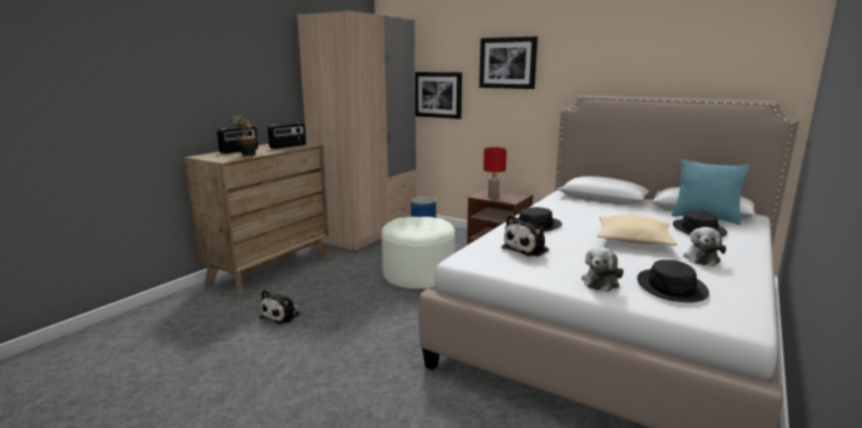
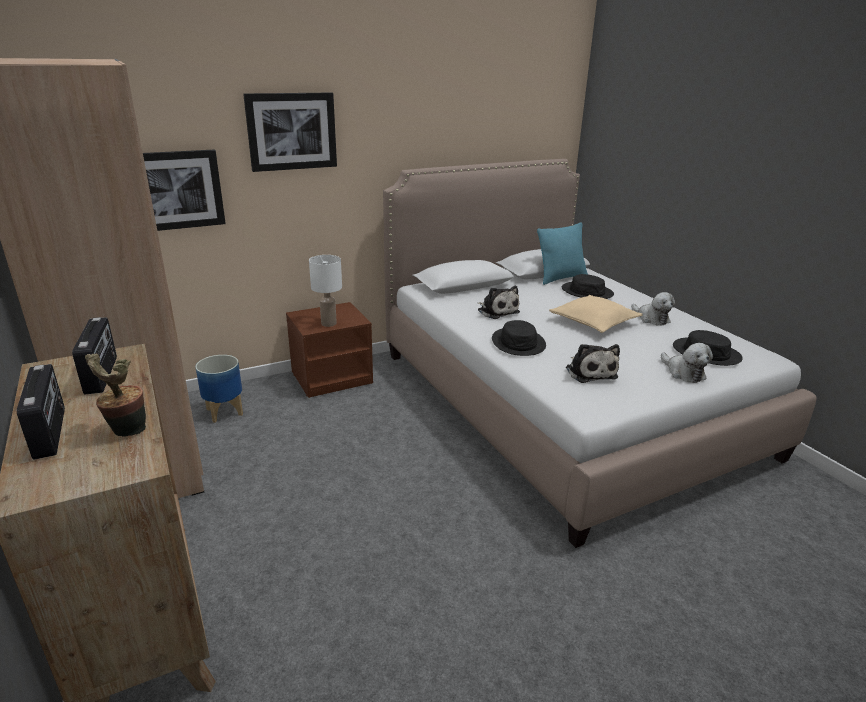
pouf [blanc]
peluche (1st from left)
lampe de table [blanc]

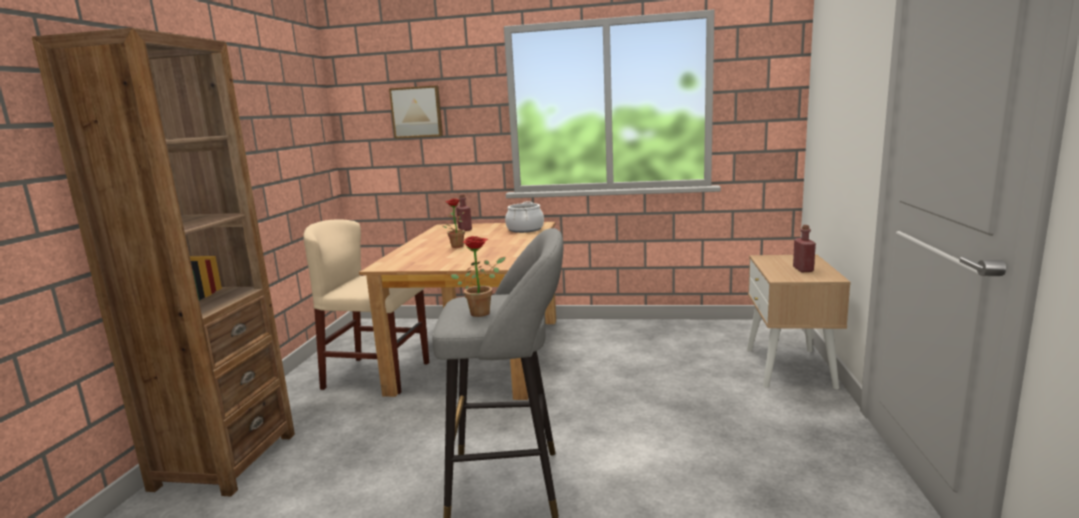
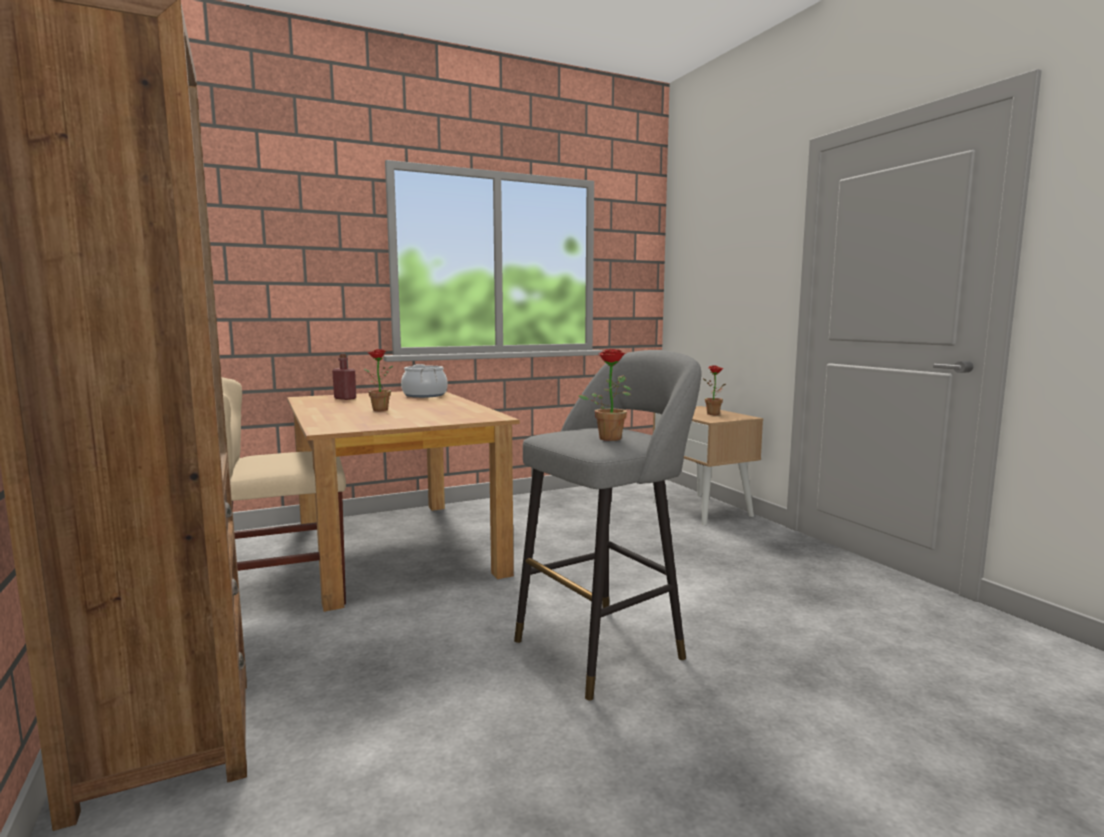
tableau
plante en pot (3rd from left)

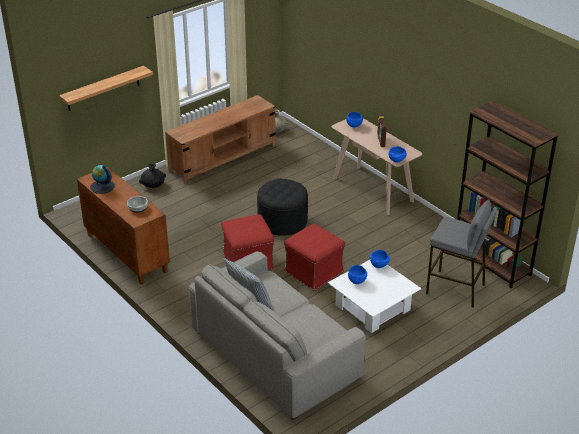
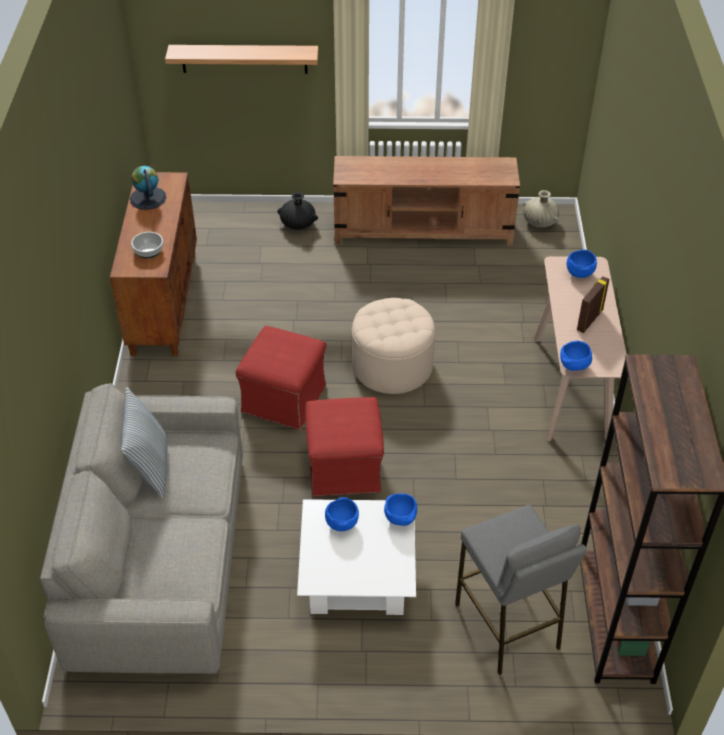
pouf [beige]

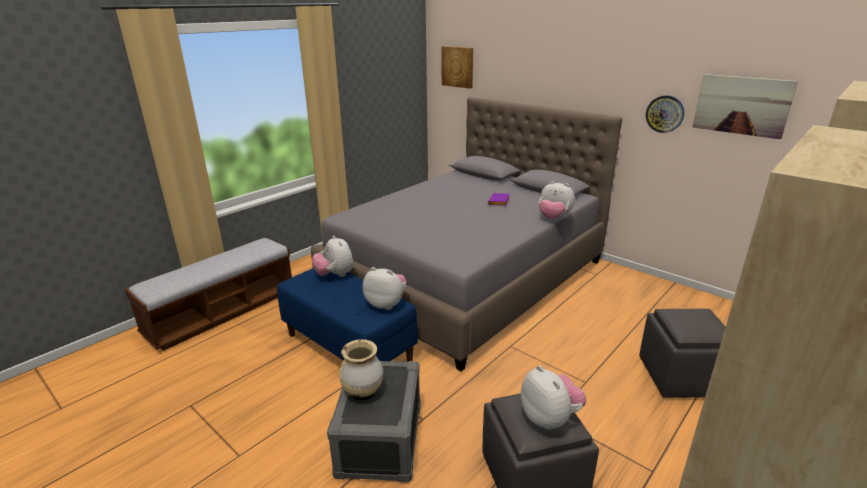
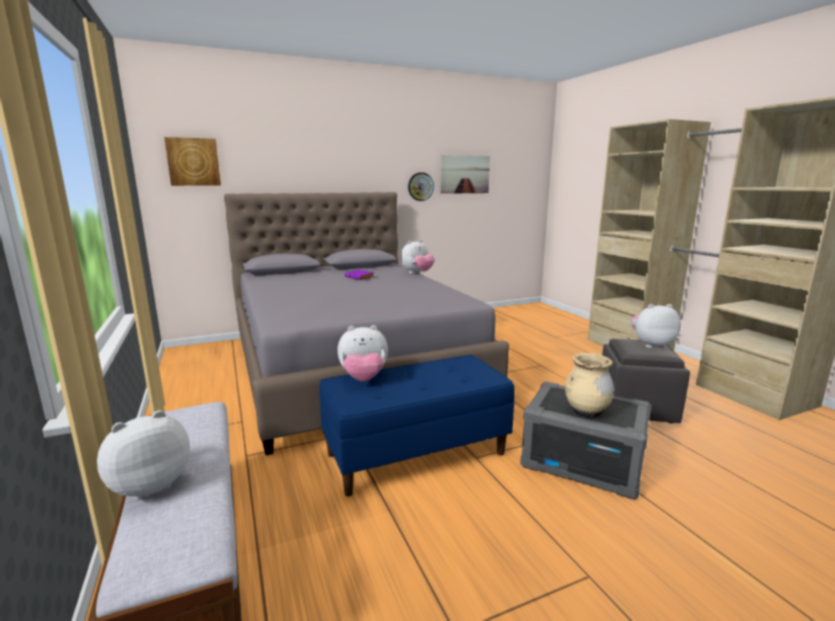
pouf [gris] (2nd from left in the first image)
peluche (1st from left)

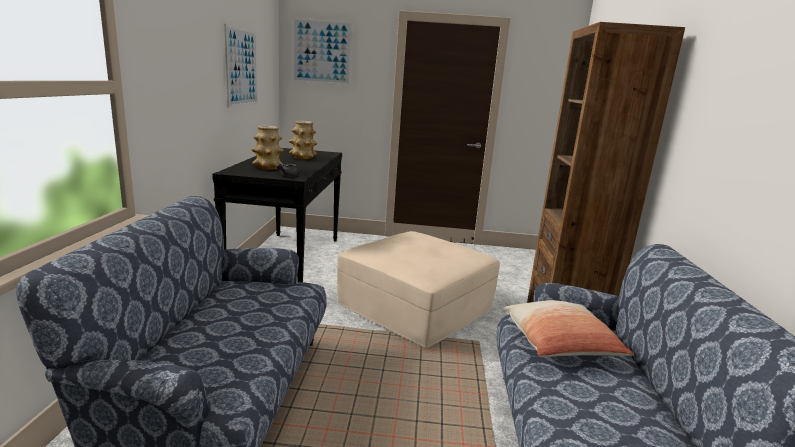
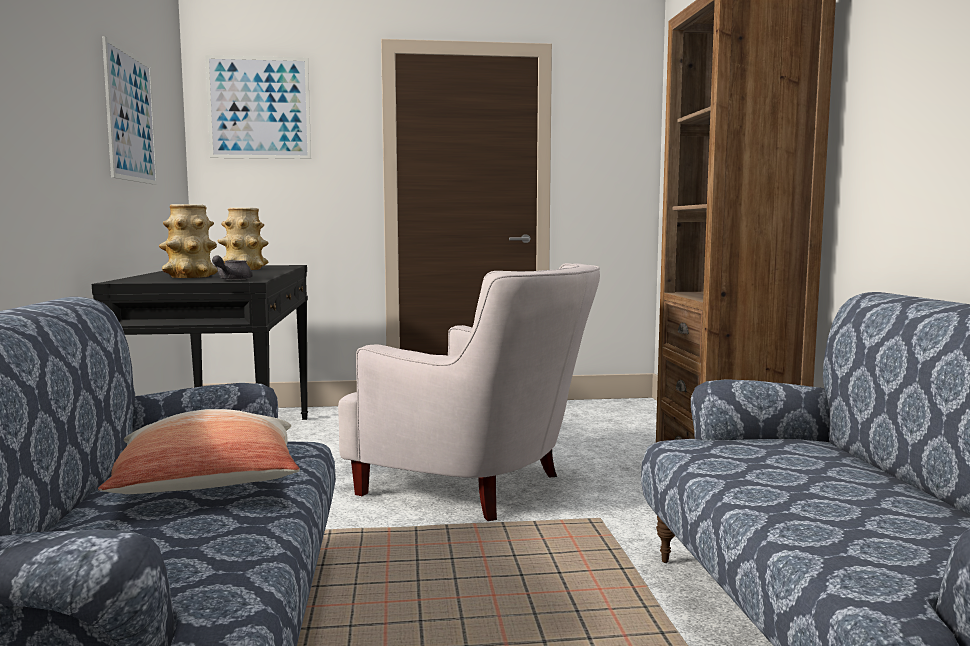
coussin
fauteuil [blanc]

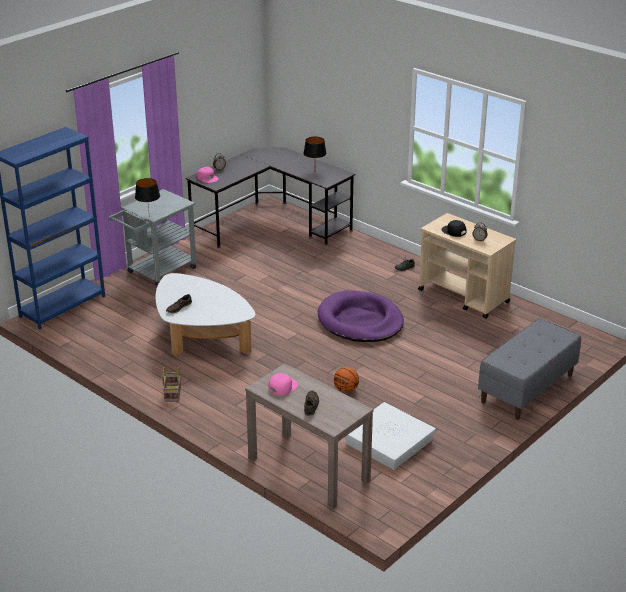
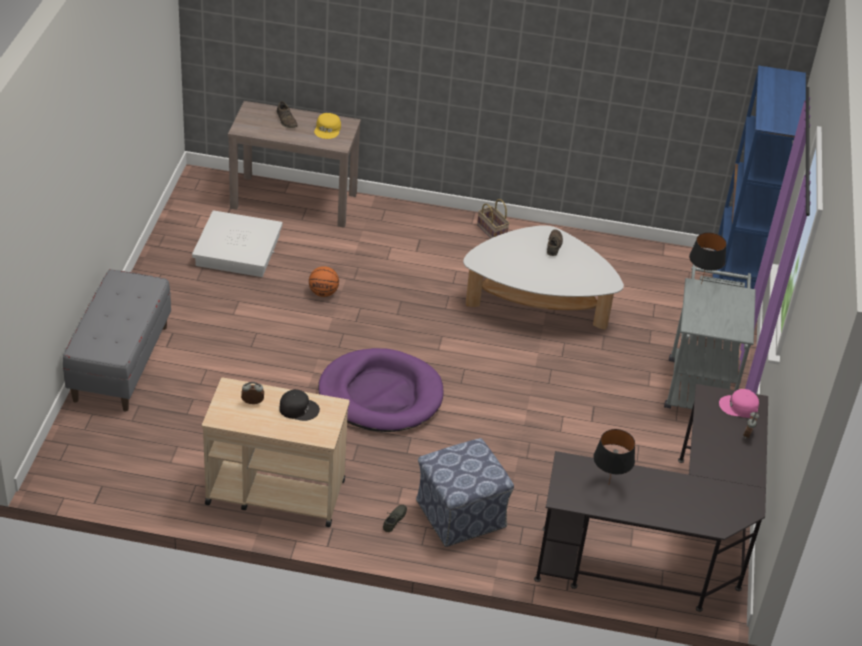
pouf
casquette [jaune]

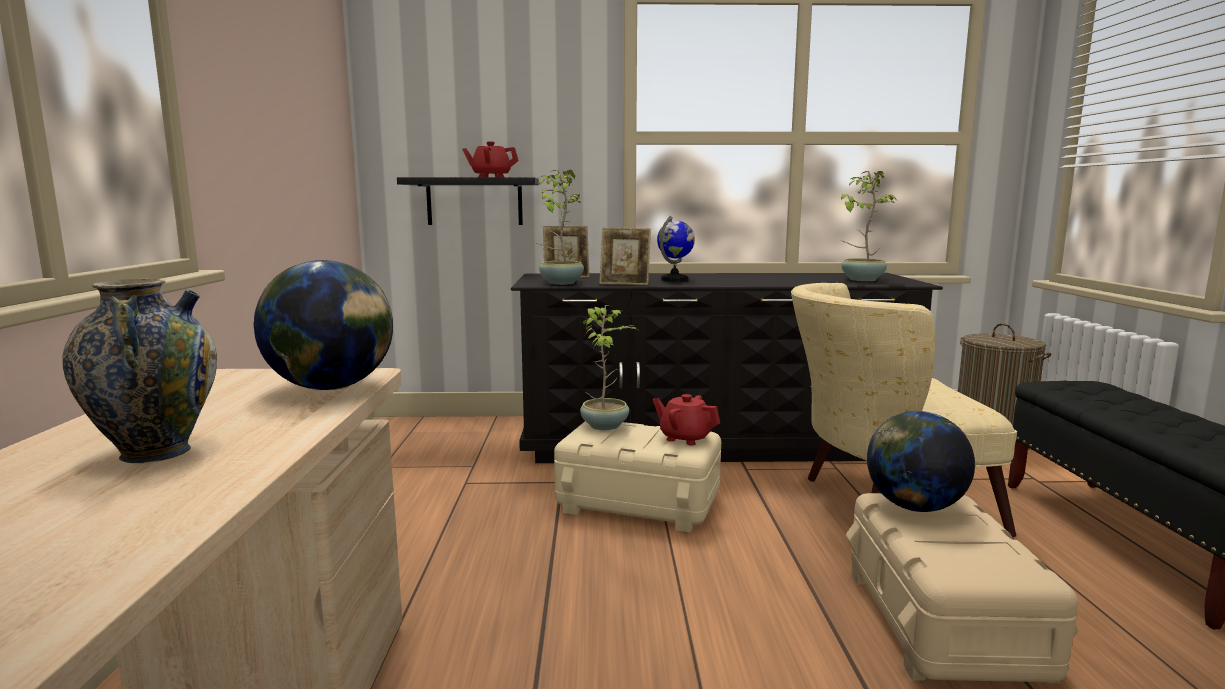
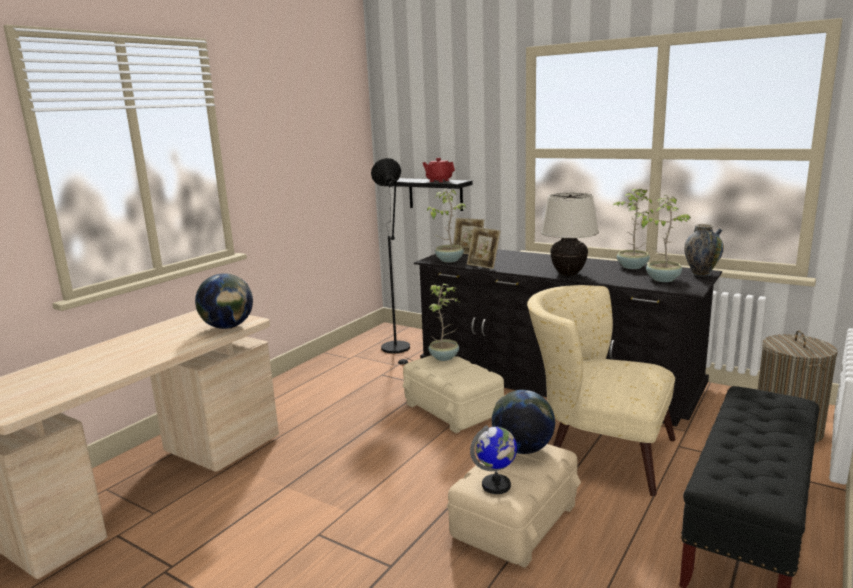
théière [rouge] (2nd from left in the first image)
lampadaire [noir]
lampe de table [beige]
plante en pot (3rd from left)
vase
globe (2nd from left)

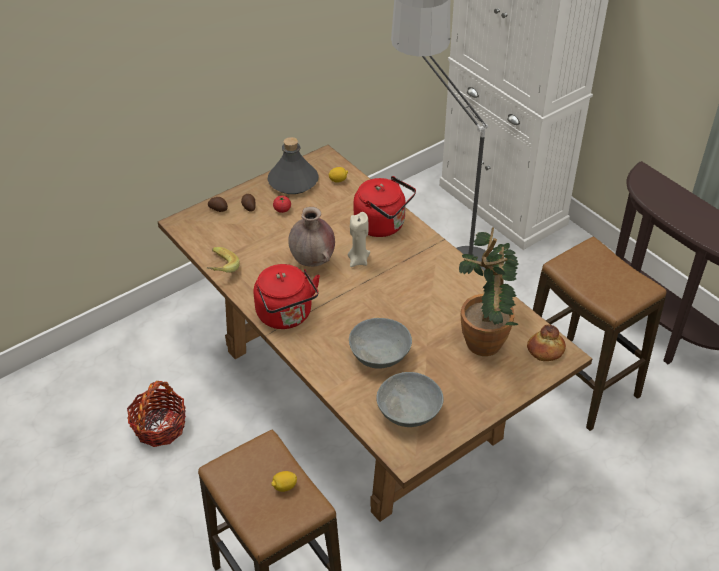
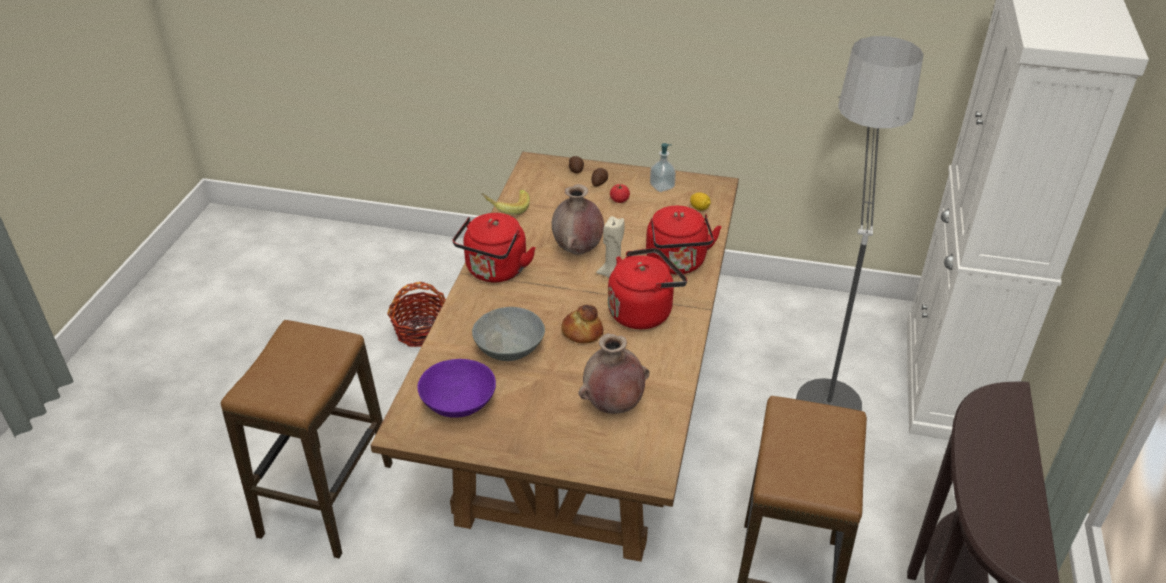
citron (1st from left in the first image)
bouilloire [rouge] (2nd from left)
pain
distributeur de savon
vase [marron] (2nd from left)
bol [violet]

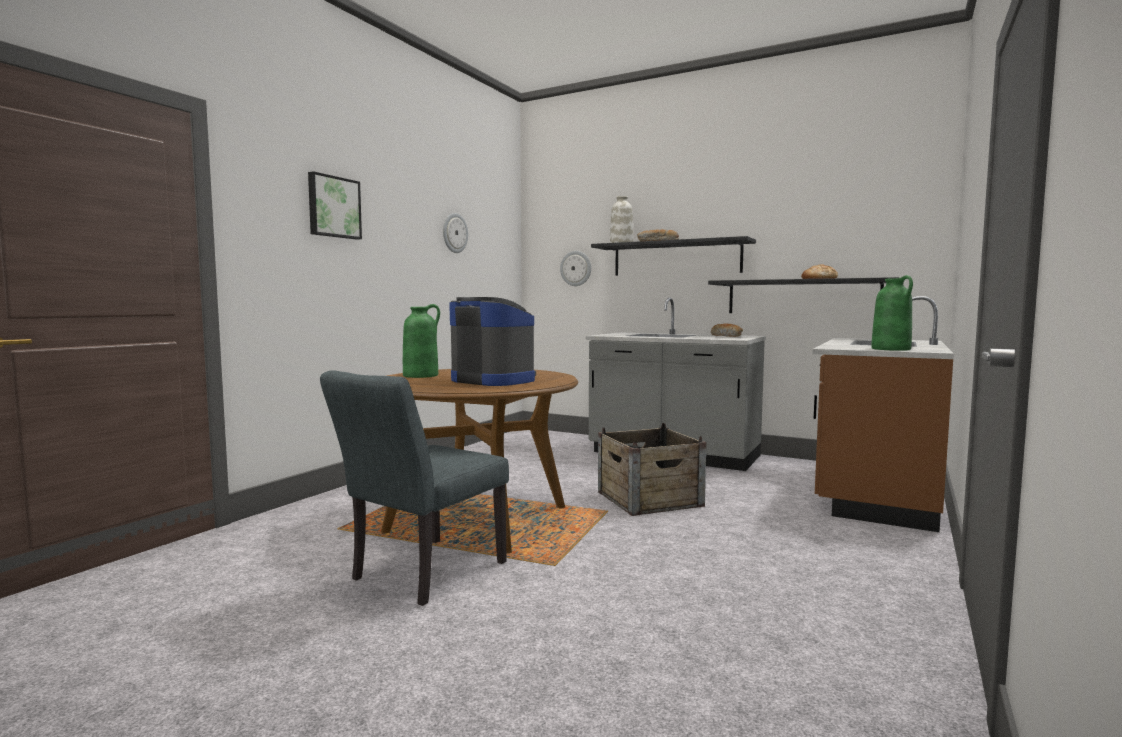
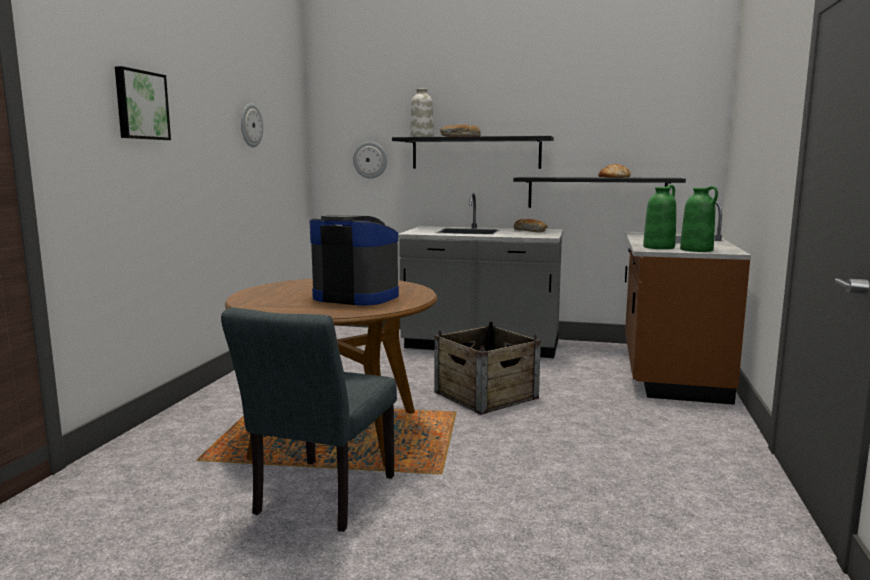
vase [vert] (1st from left)

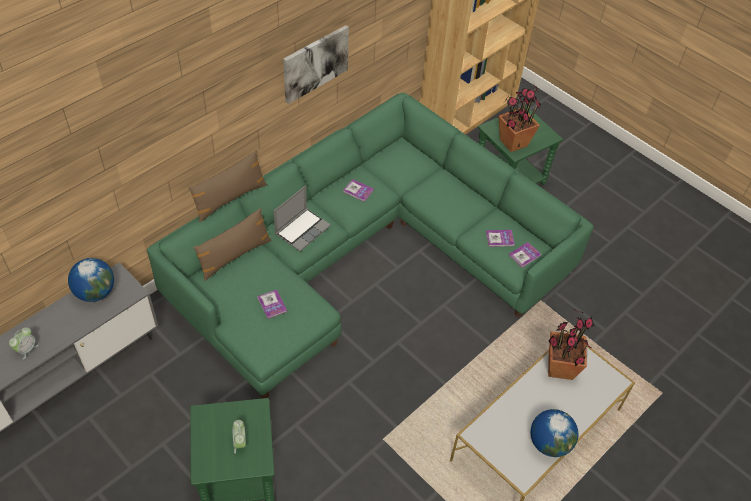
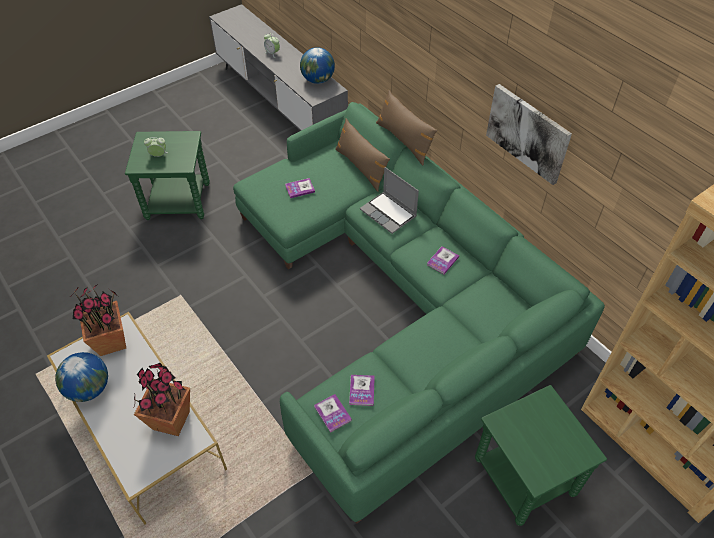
plante en pot (1st from left)

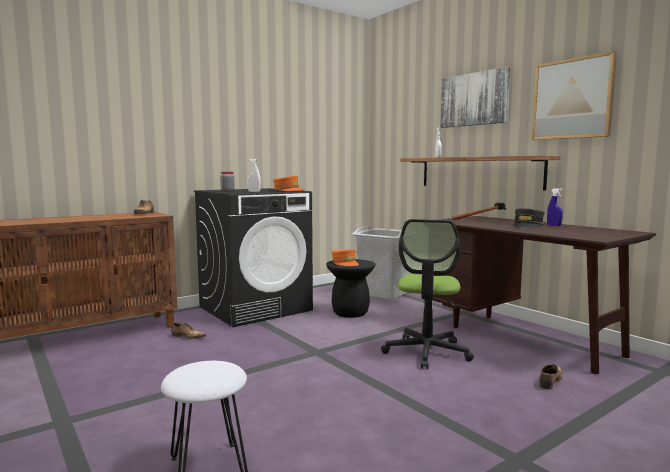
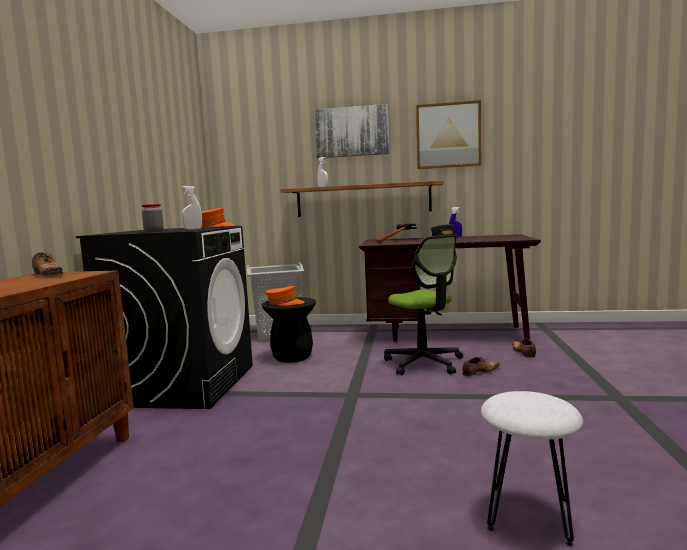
chaussure (2nd from left)

